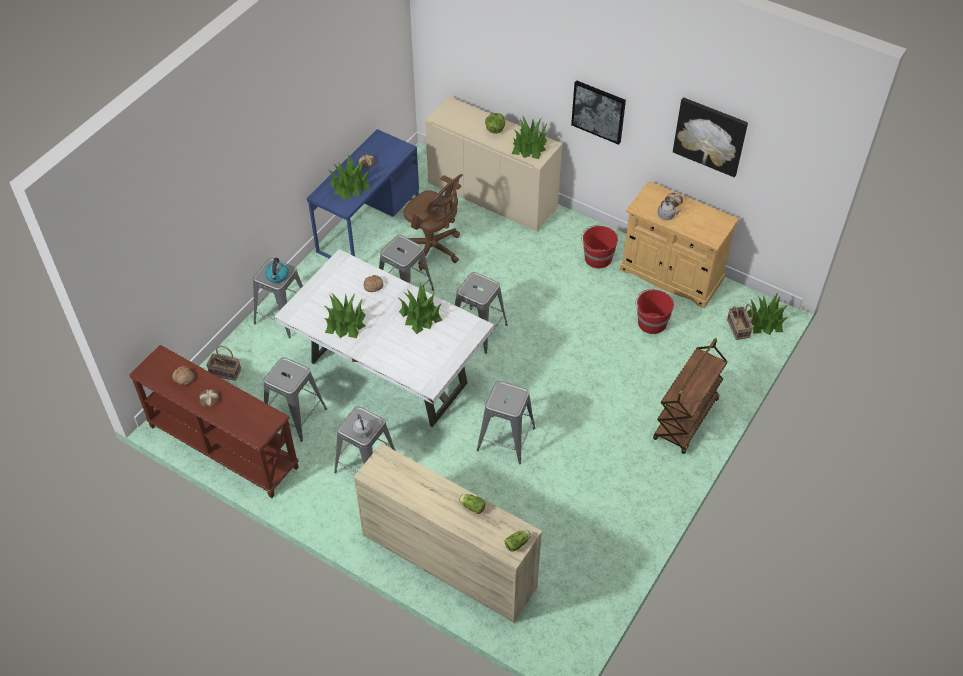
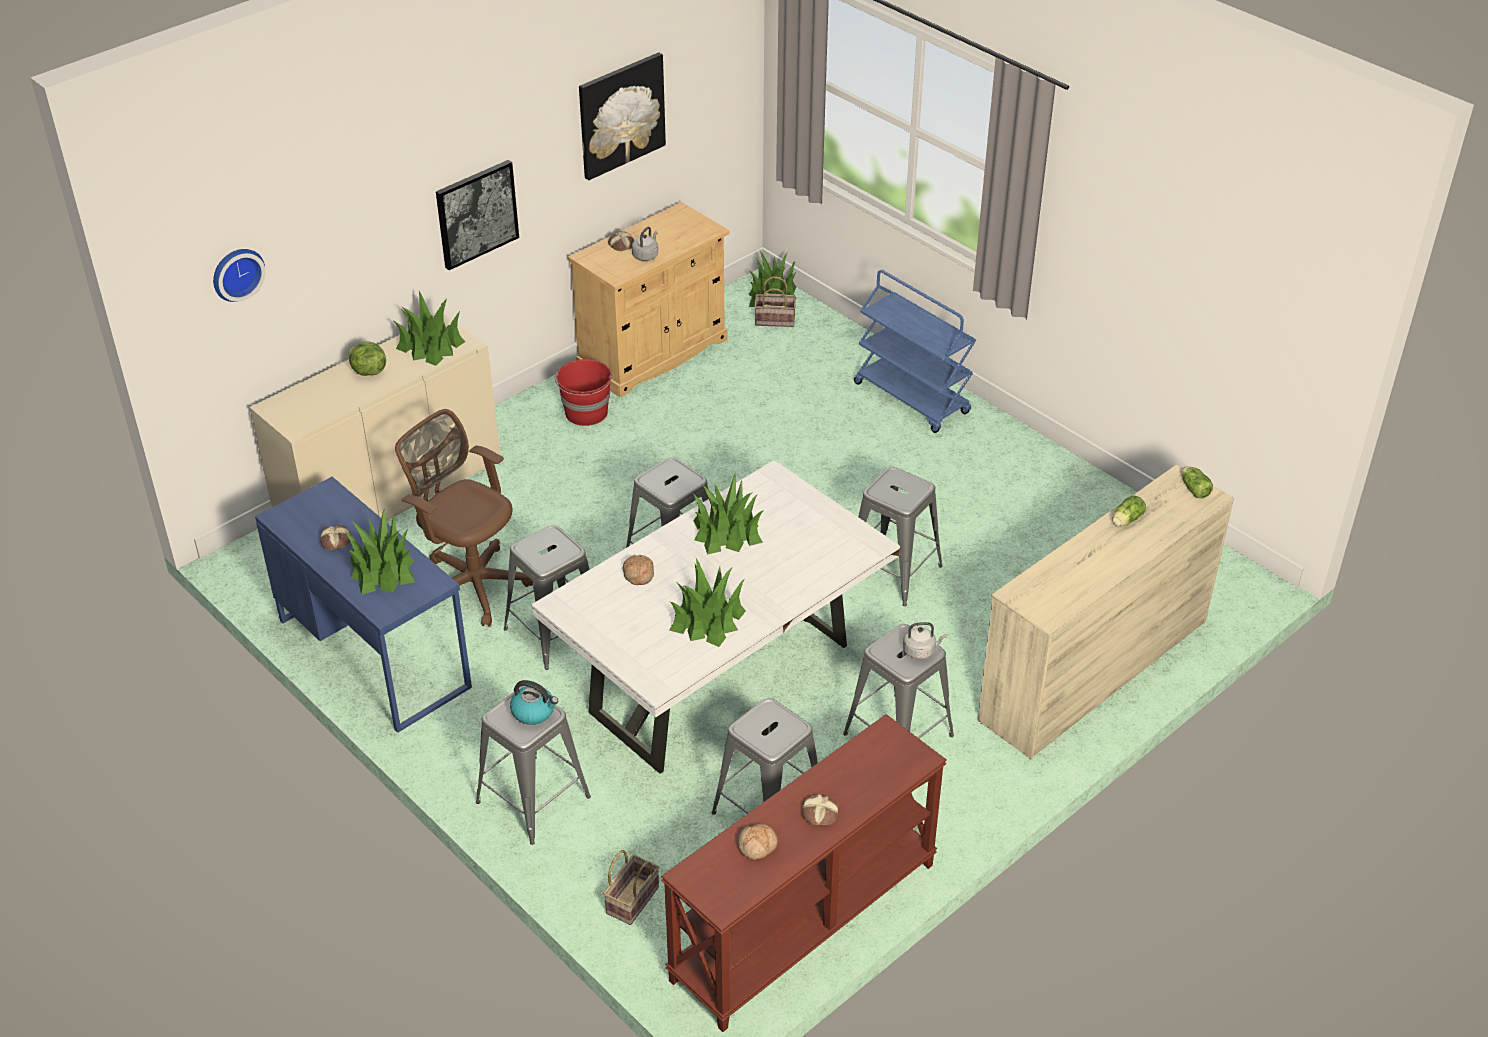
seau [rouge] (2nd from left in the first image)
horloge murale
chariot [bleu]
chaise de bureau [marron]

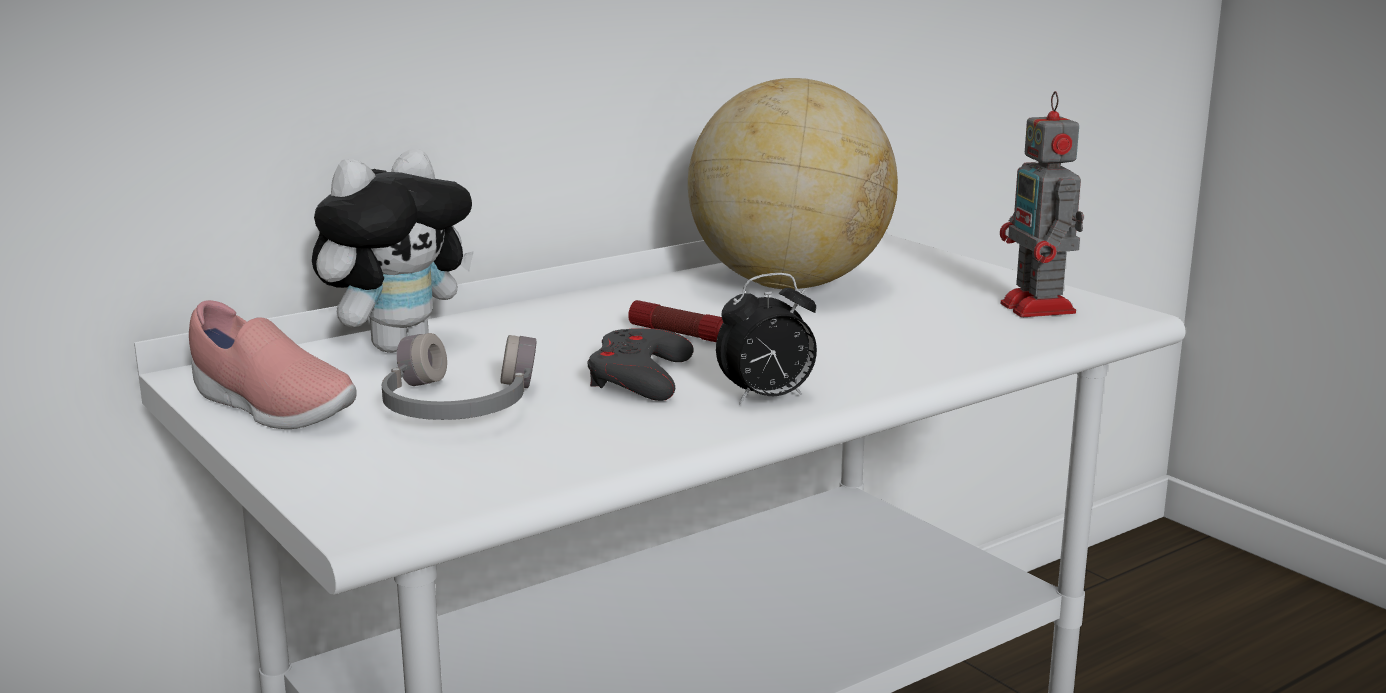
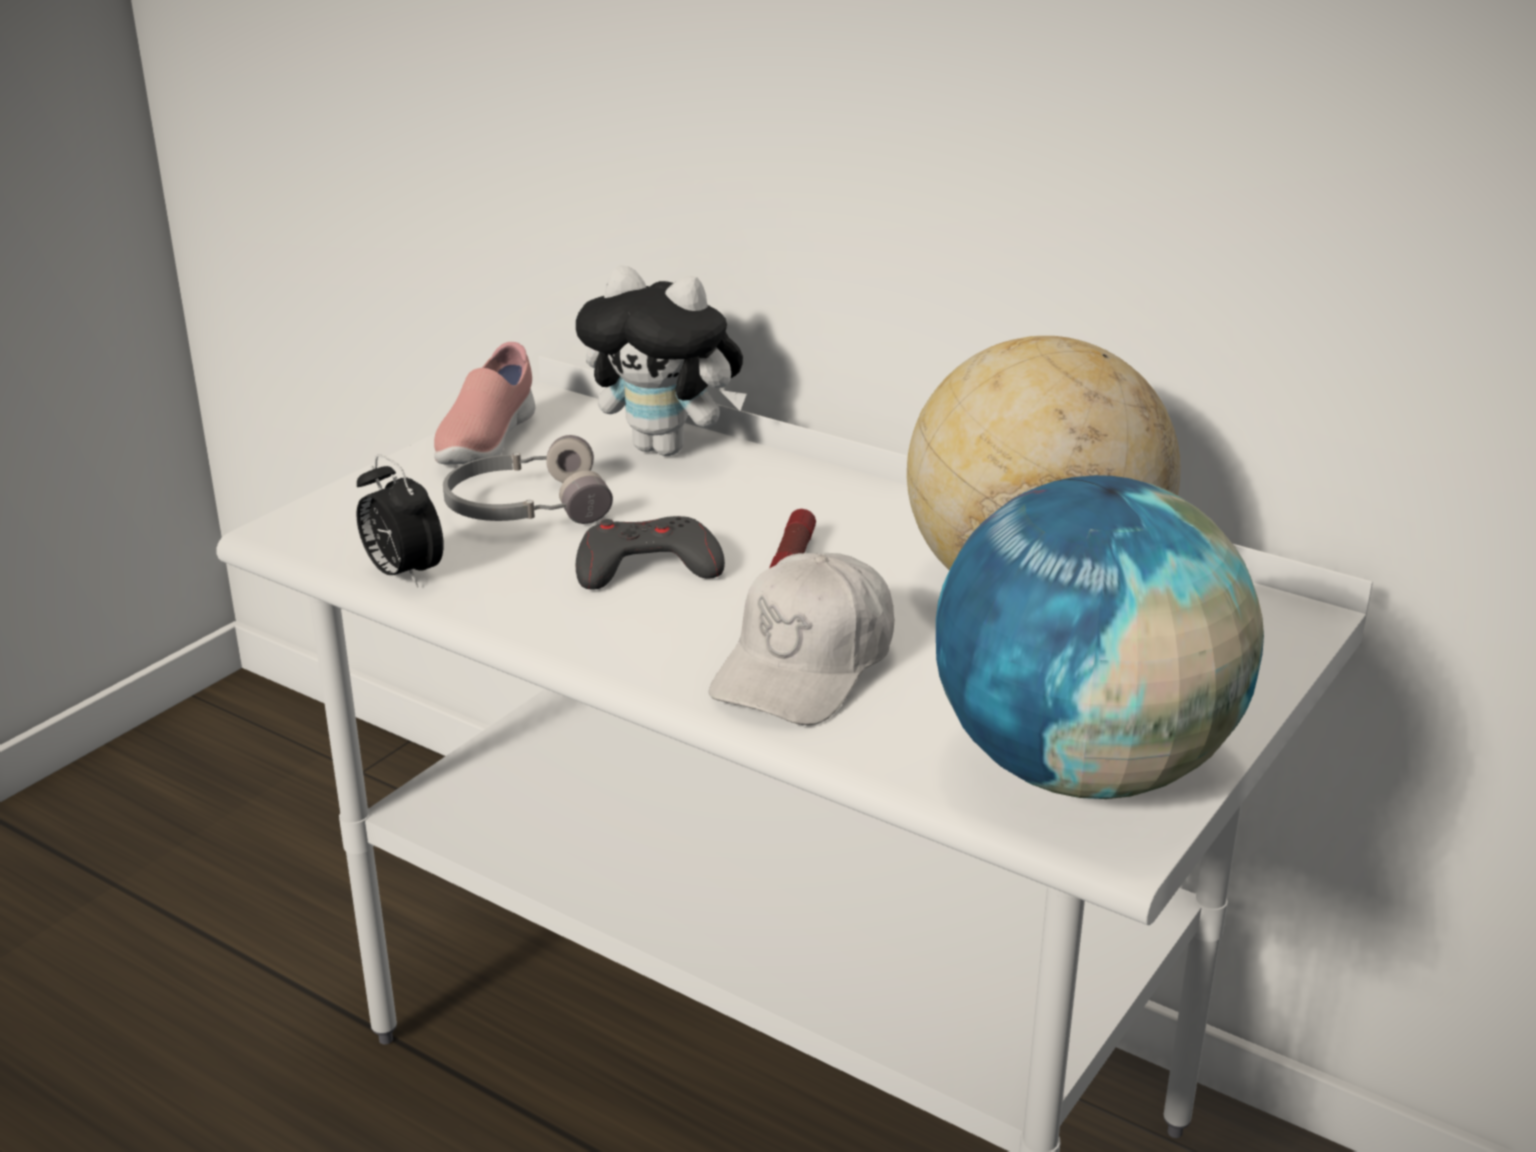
casquette [blanc]
réveil
globe (2nd from left)

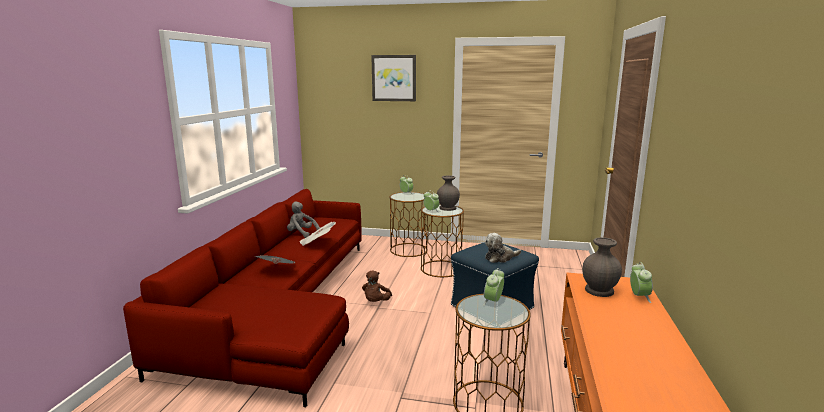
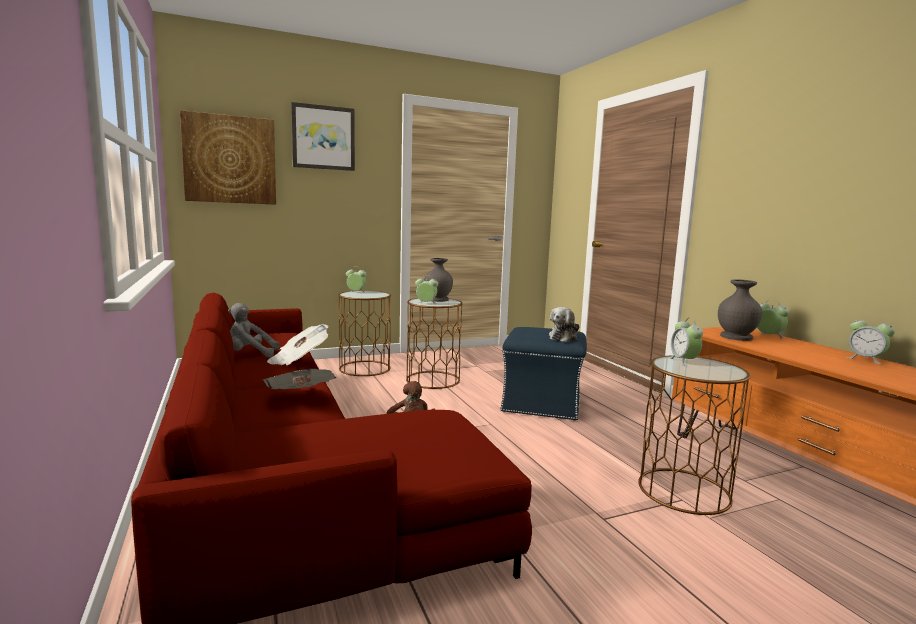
tableau (1st from left)
réveil (5th from left)

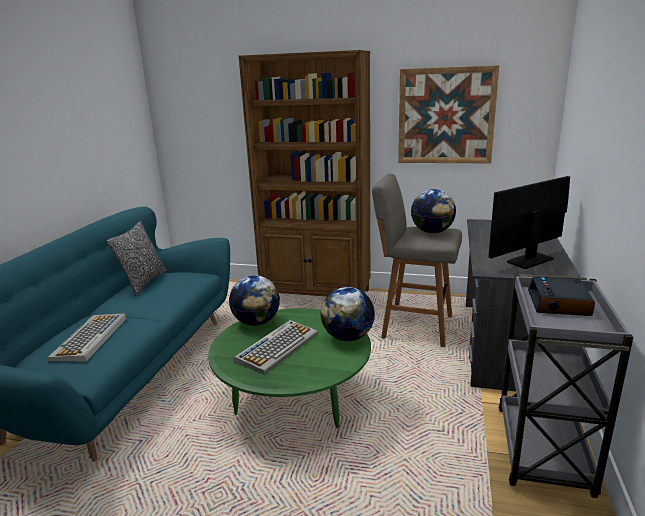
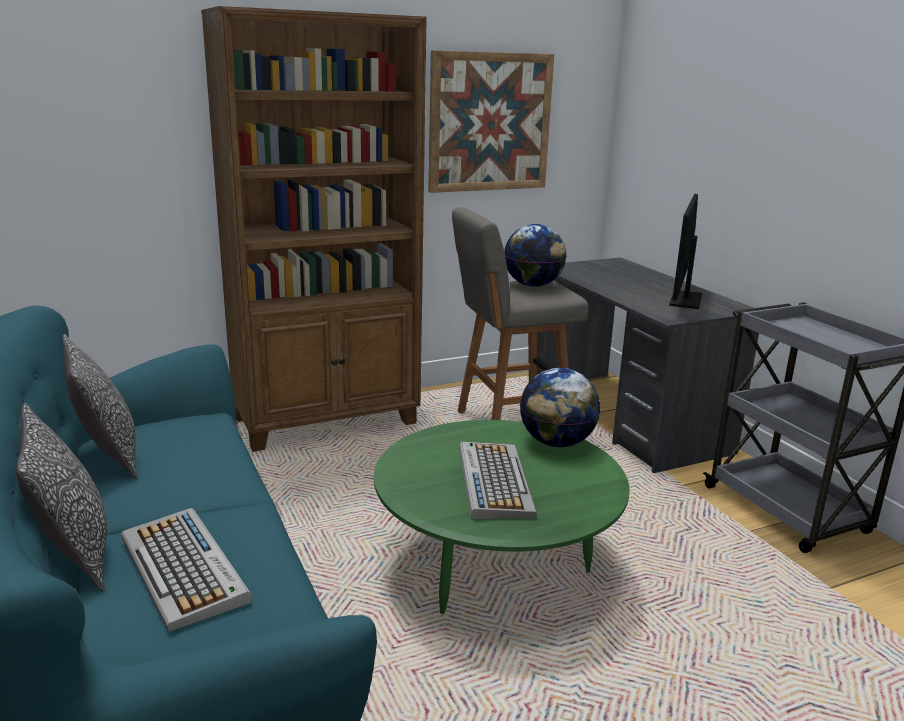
globe (1st from left in the first image)
réveil
coussin (1st from left)

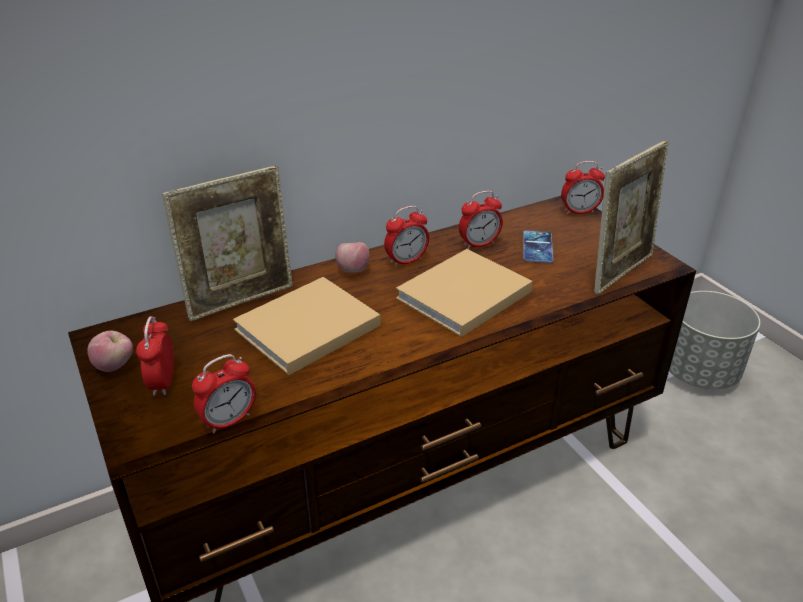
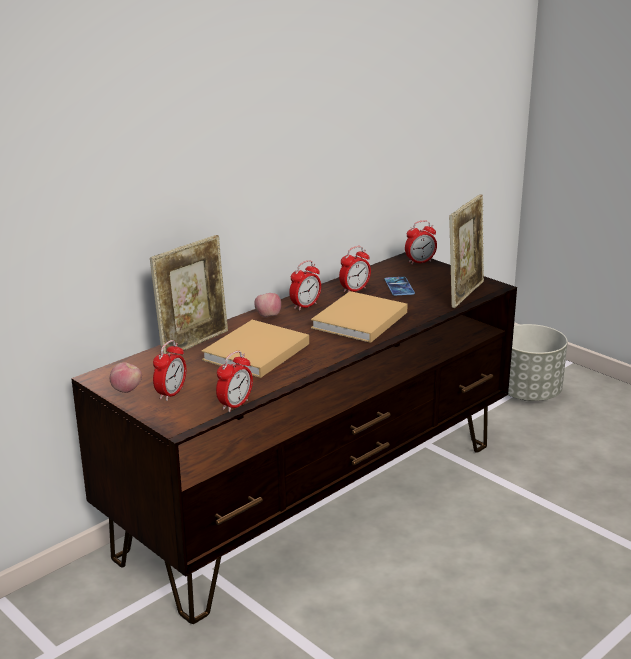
réveil (1st from left)

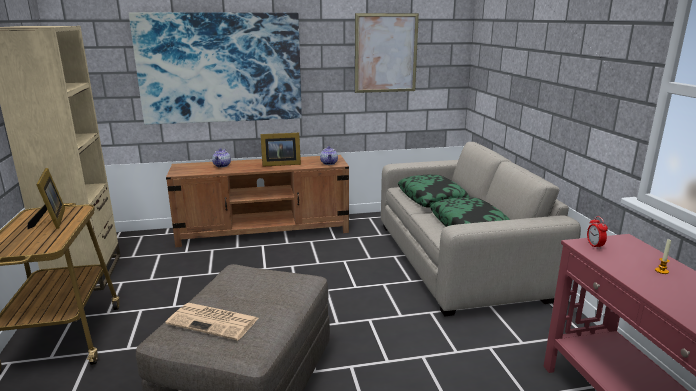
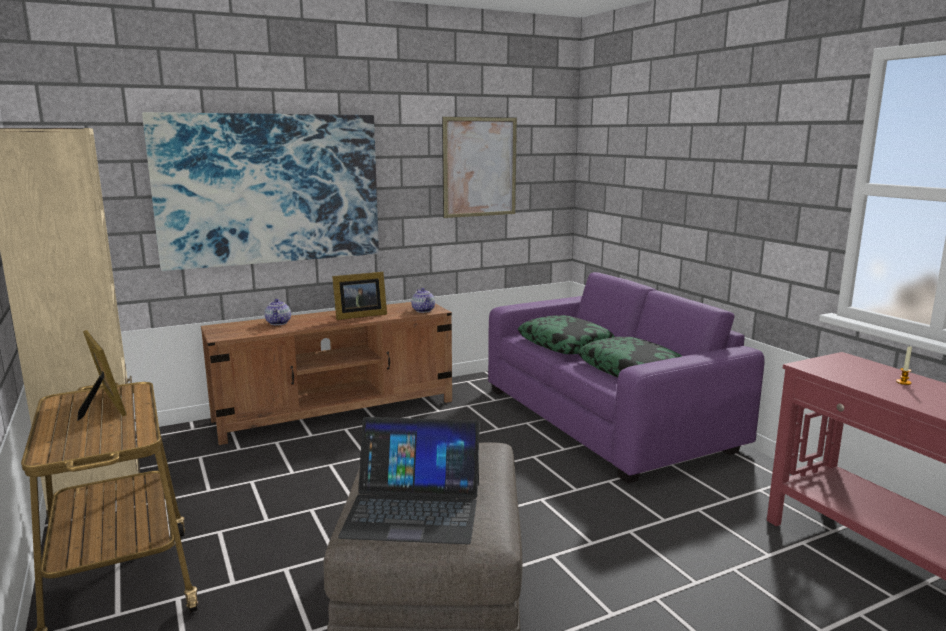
réveil
ordinateur portable
canapé [violet]

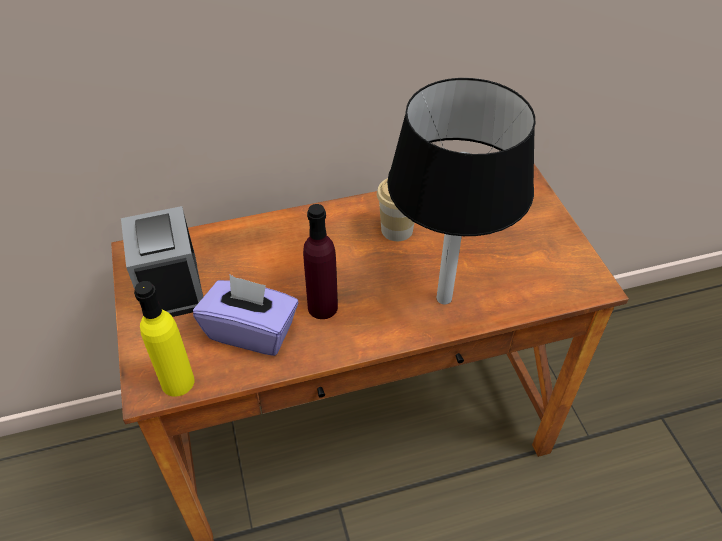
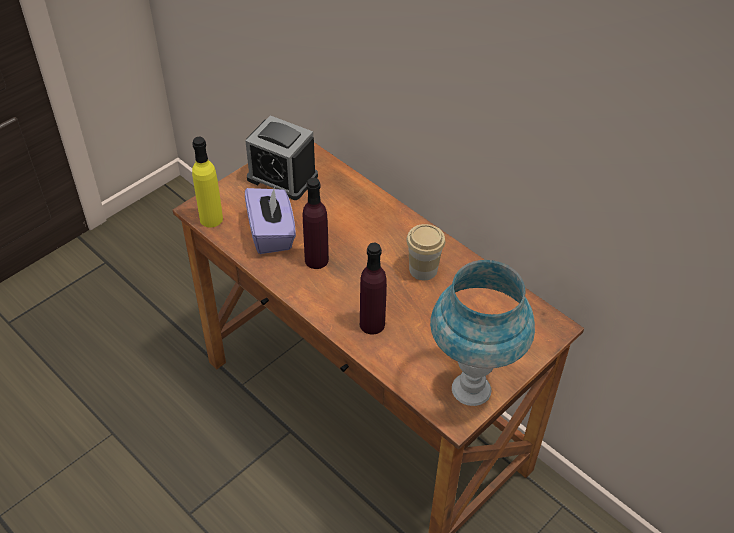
lampe de table [bleu]
bouteille [violet] (2nd from left)
réveil

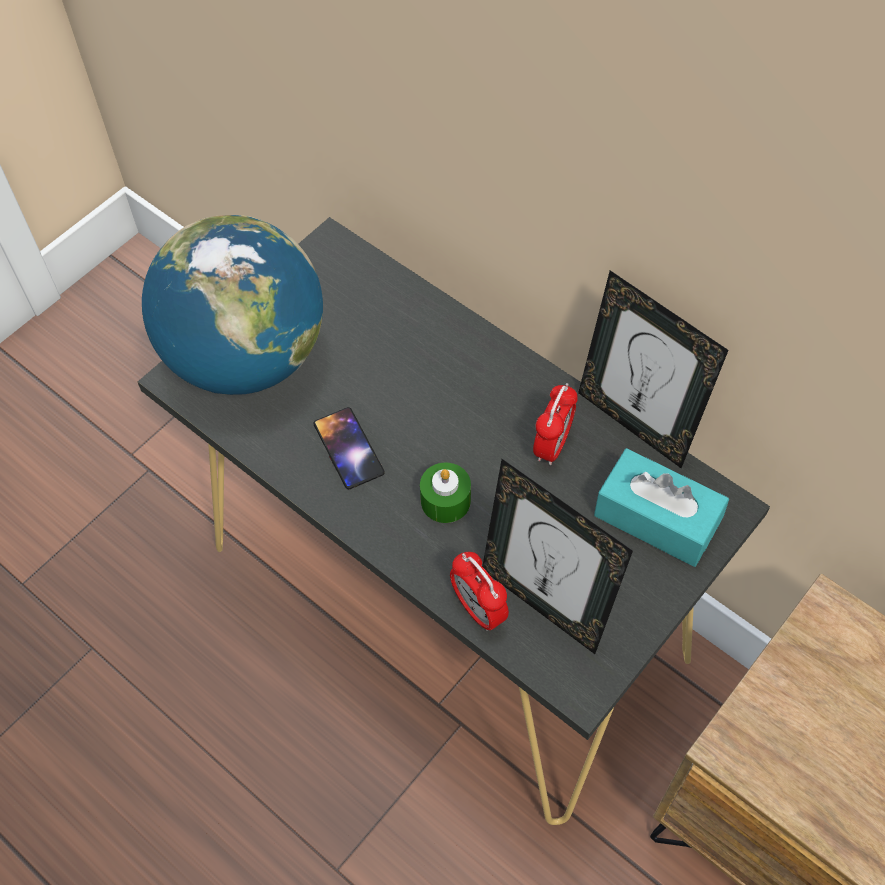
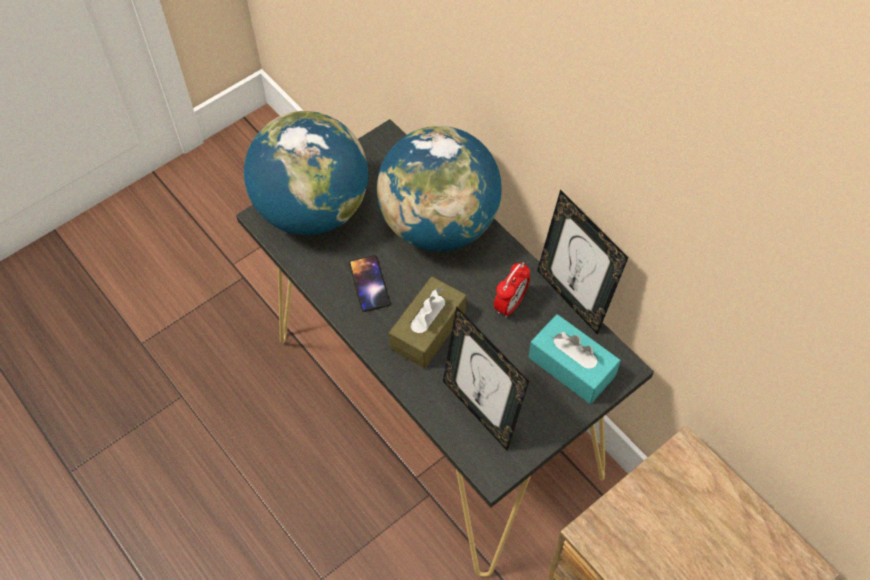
réveil (1st from left in the first image)
globe (2nd from left)
boîte à mouchoirs [marron]

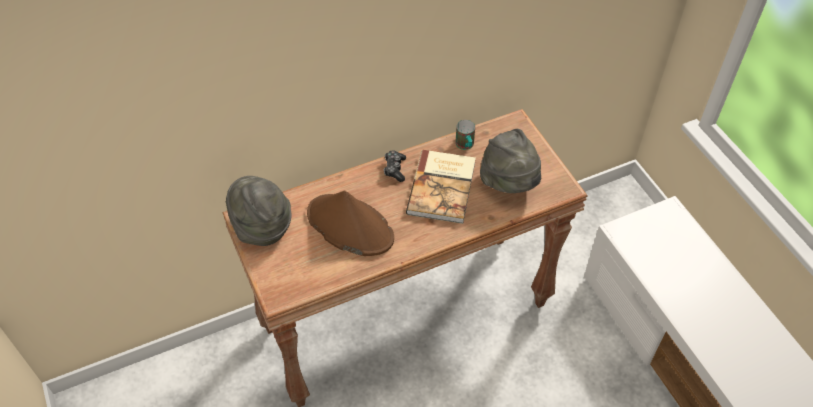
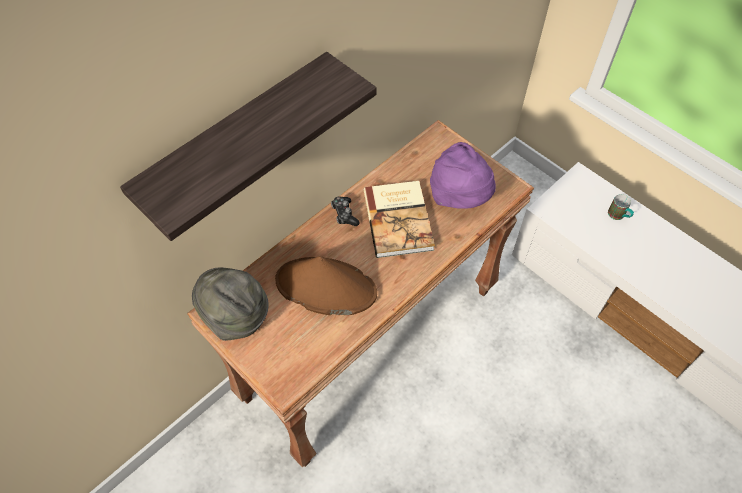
étagère
mug
chapeau [violet]

